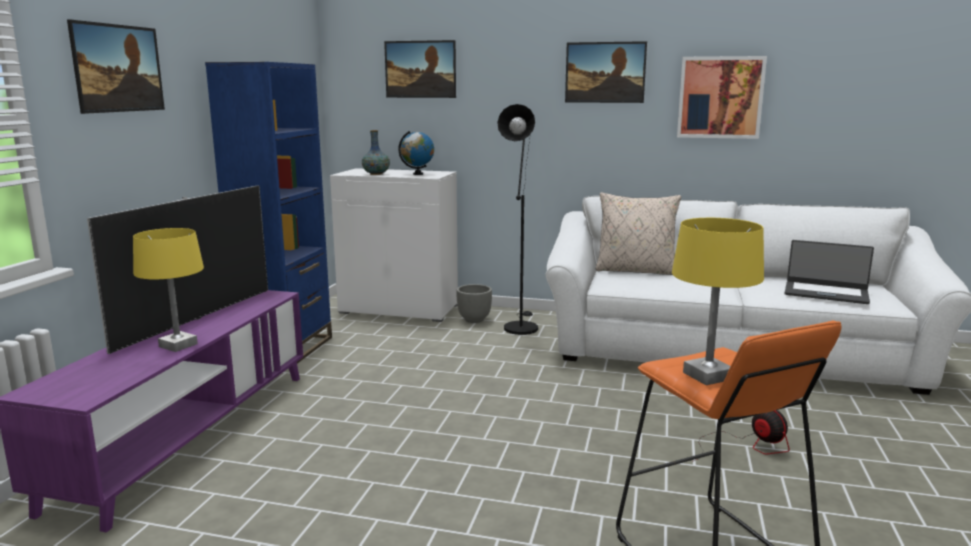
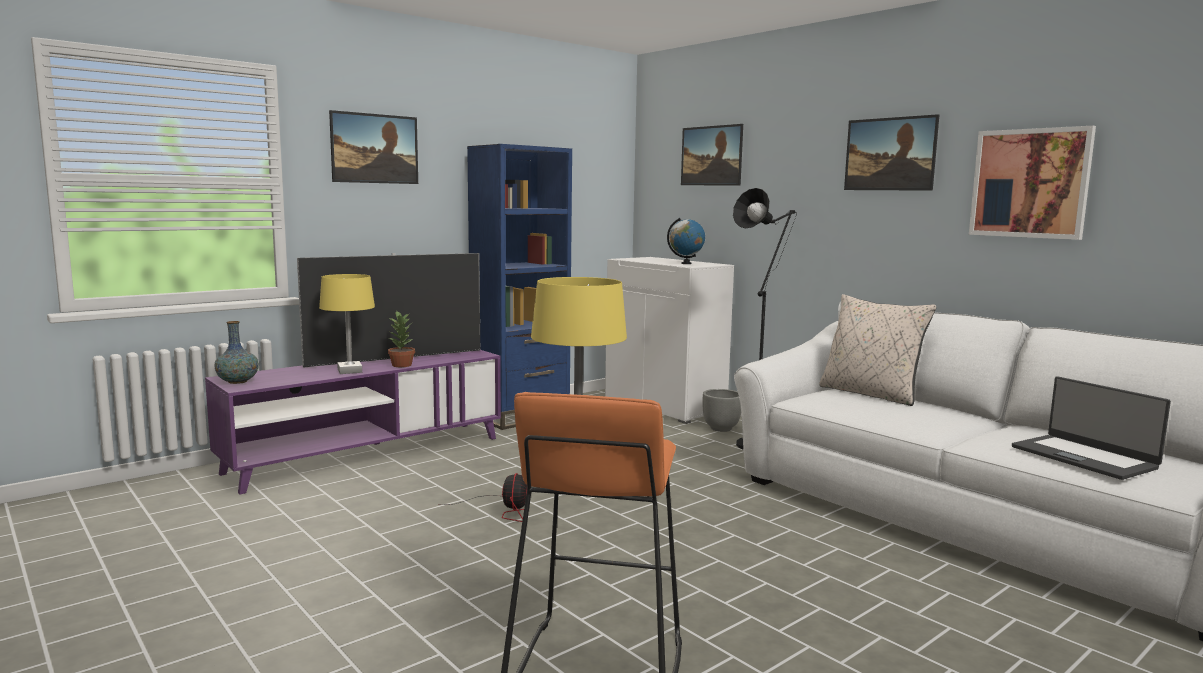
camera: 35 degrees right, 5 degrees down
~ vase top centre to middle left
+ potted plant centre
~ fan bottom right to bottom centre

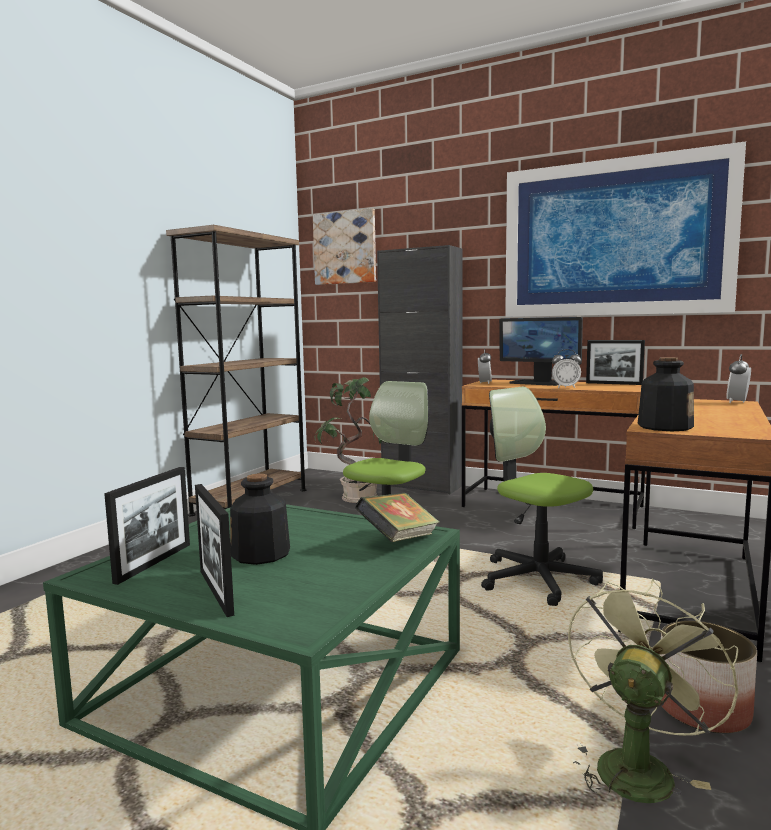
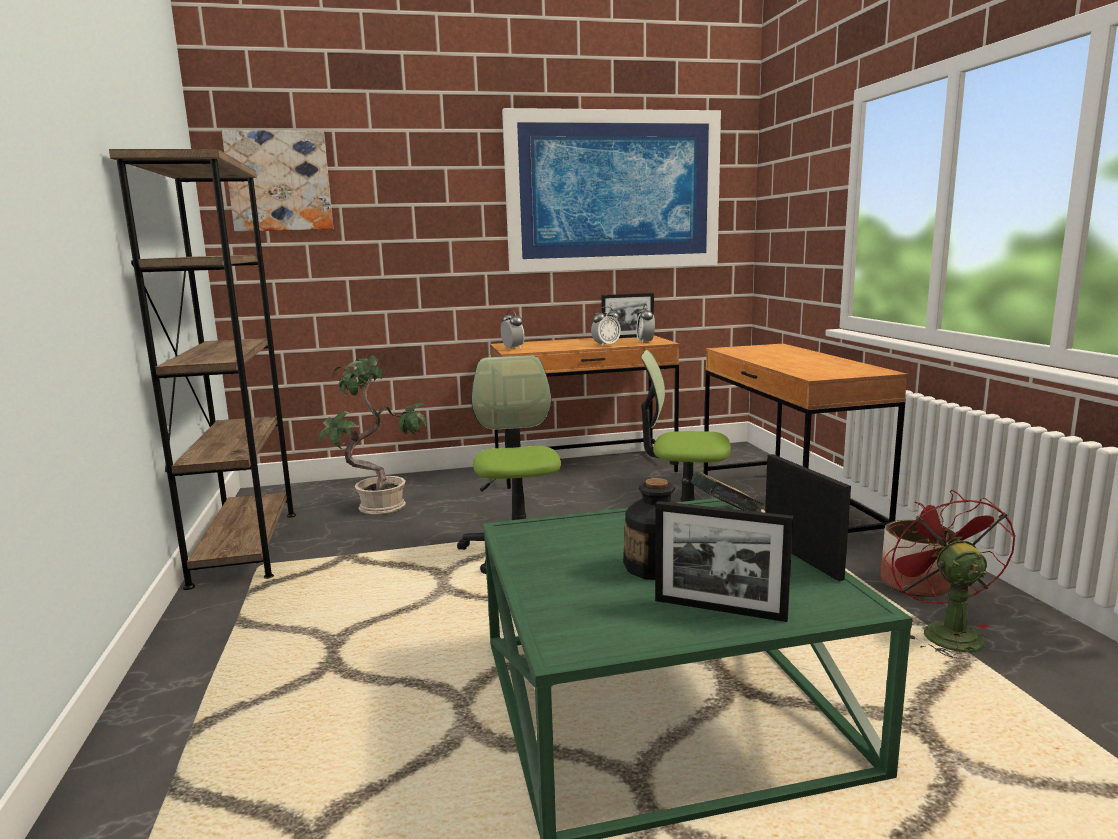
camera: 40 degrees left, 5 degrees up
~ alarm clock (3rd from left) middle right to centre
~ picture frame (1st from left in the first image) middle left to picture frame (3rd from left) middle right
~ fan/green bottom right to fan/red bottom right
- cabinet/black centre
- monitor middle right
- bottle (2nd from left) middle right

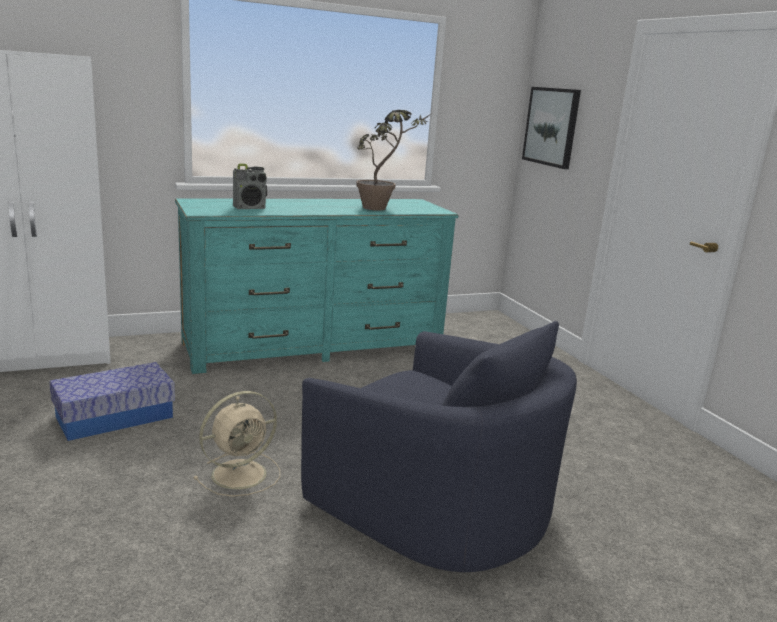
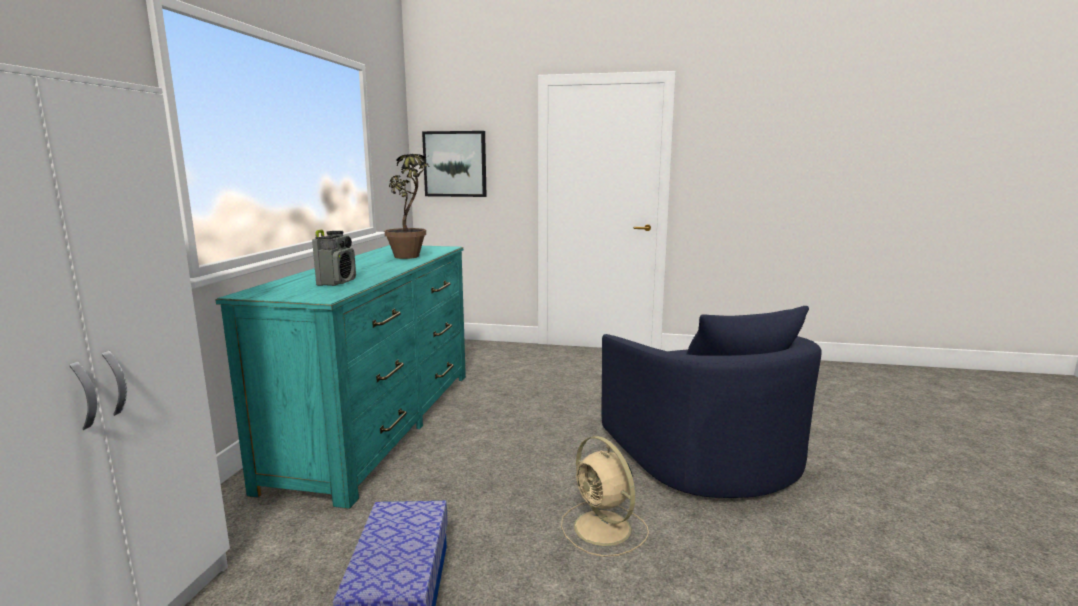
camera: 55 degrees left, 5 degrees down
~ fan/beige bottom left = bottom centre 150 degrees clockwise
~ armchair/blue bottom centre = centre 90 degrees clockwise

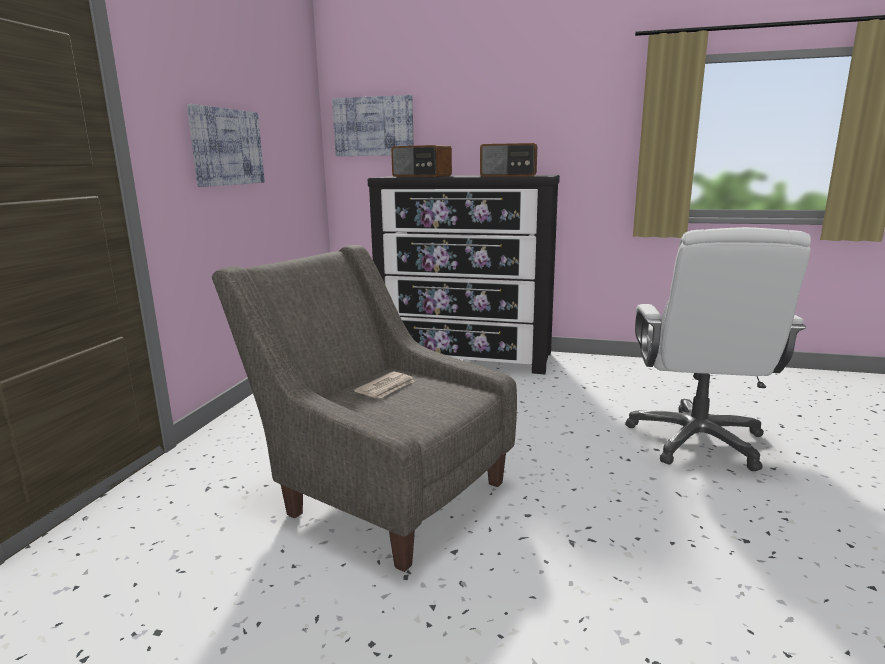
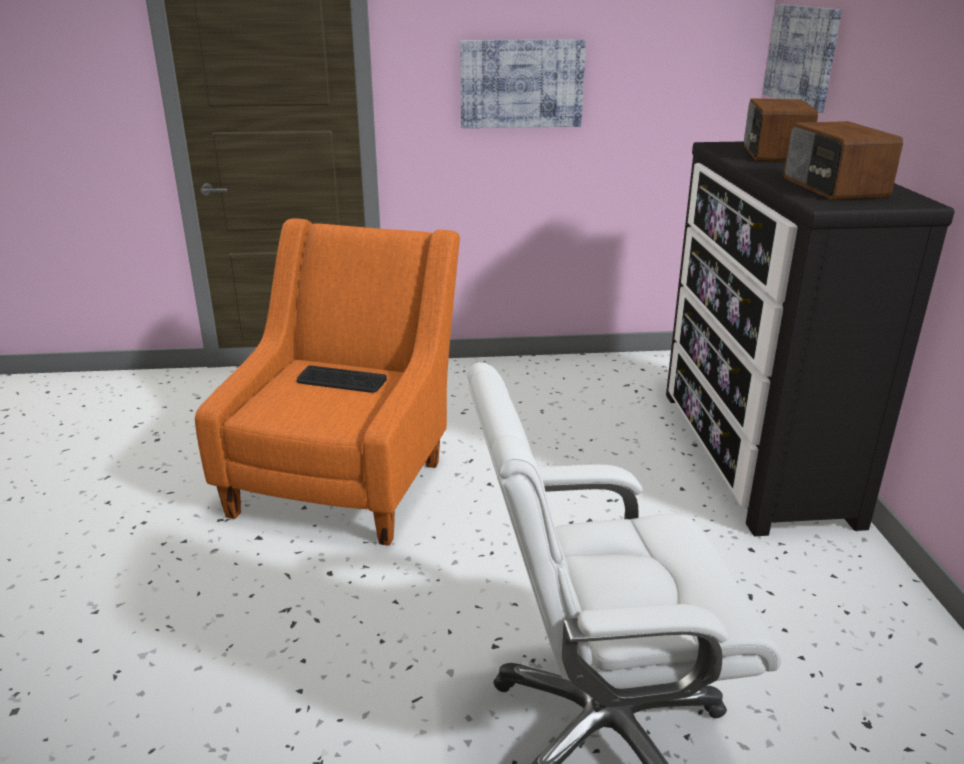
camera: 70 degrees right, 10 degrees up
~ armchair/grey centre to armchair/orange centre
~ newspaper centre to keyboard centre

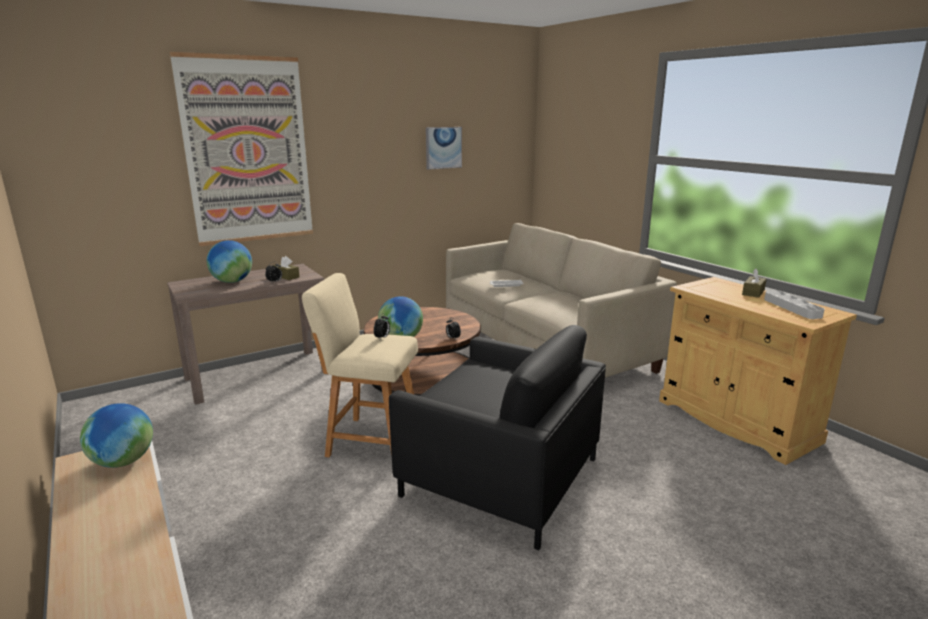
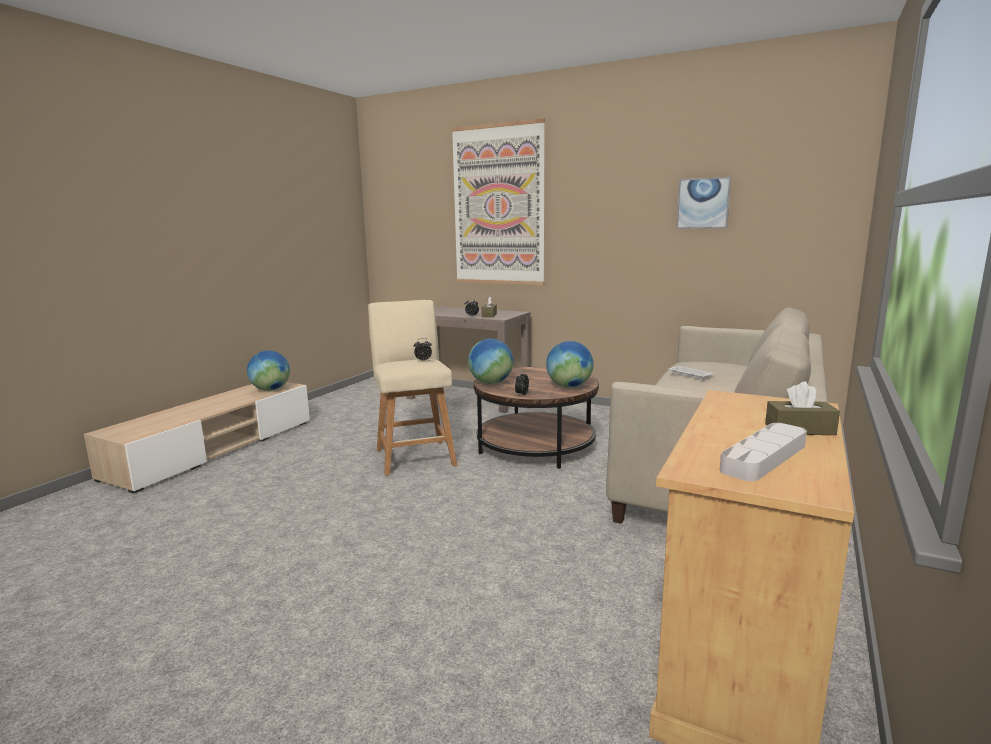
camera: 60 degrees right, 5 degrees down
~ globe (2nd from left in the first image) middle left to globe (3rd from left) centre
- armchair/black bottom centre

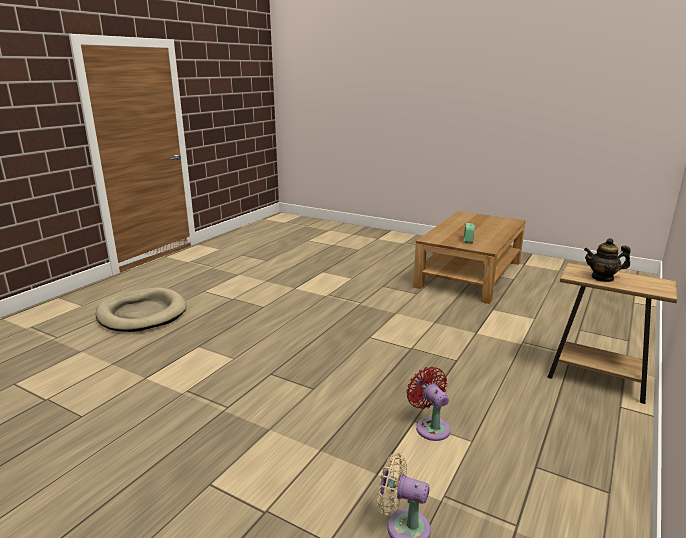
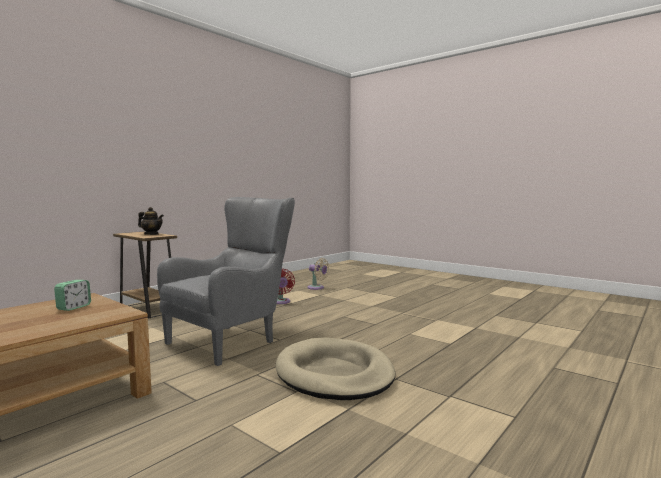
camera: 170 degrees left, 15 degrees down
+ armchair/grey centre
~ dog bed/beige middle left to bottom centre

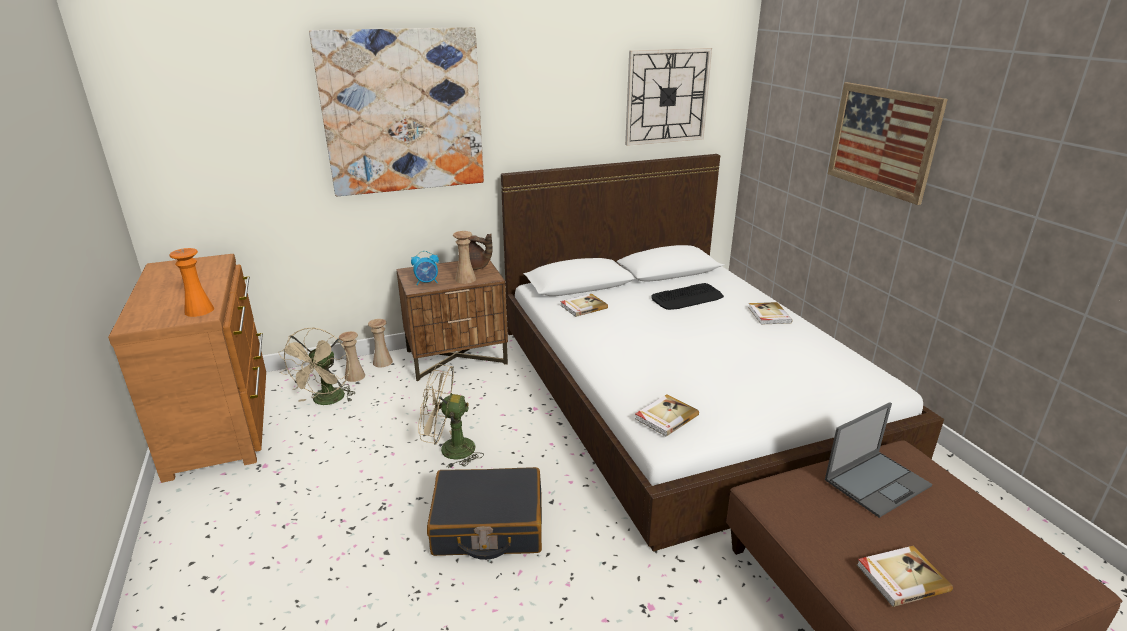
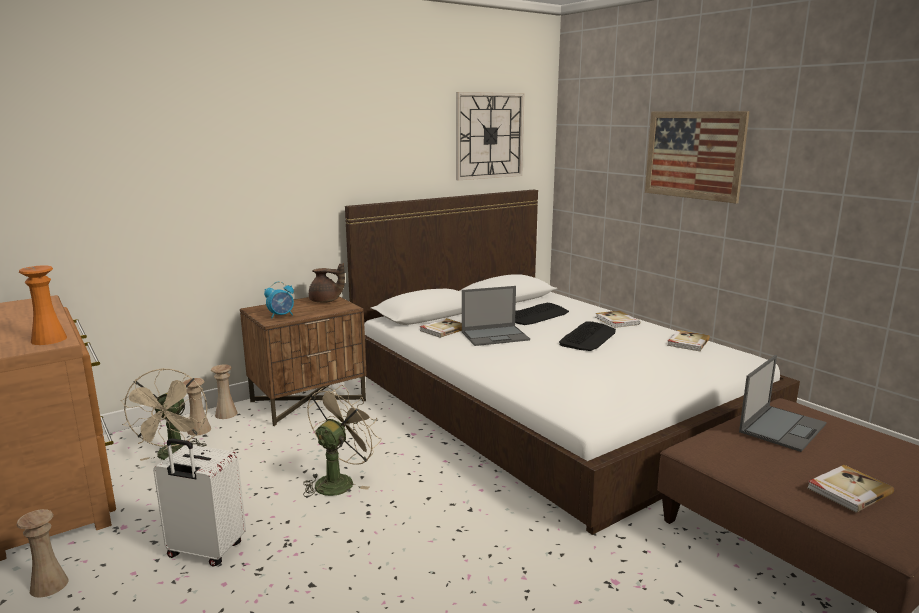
camera: 15 degrees left, 10 degrees down
~ vase/beige (3rd from left in the first image) centre to vase/beige (1st from left) bottom left
+ suitcase/white bottom left
~ fan/beige (2nd from left) centre = bottom centre 135 degrees clockwise
+ laptop (1st from left) centre
+ keyboard (2nd from left) centre
~ book (2nd from left in the first image) centre to book (3rd from left) middle right
- picture (1st from left) top centre
- suitcase/black bottom centre

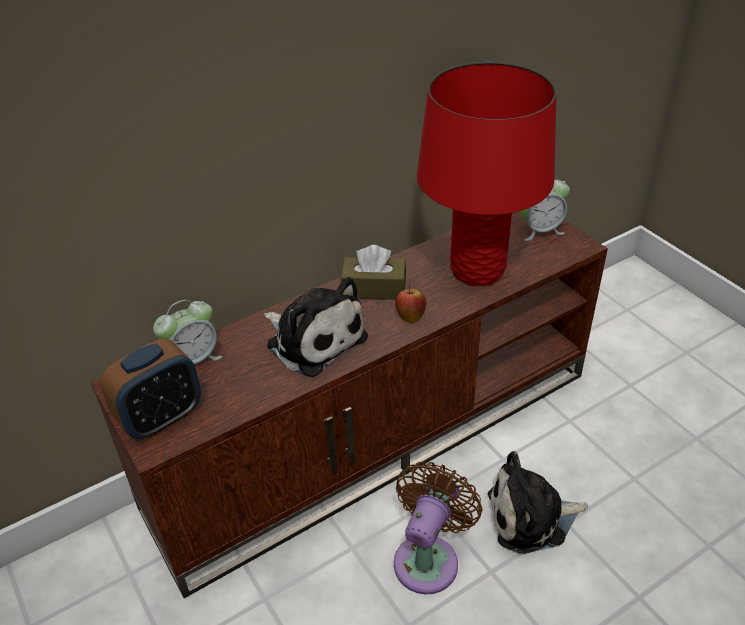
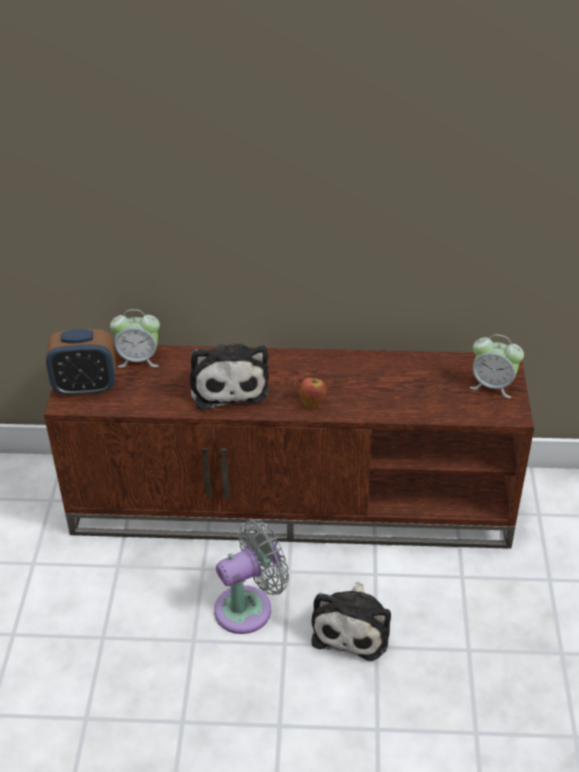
camera: 35 degrees right, 0 degrees up
~ fan/brown bottom centre to fan/grey bottom centre
~ plush toy (2nd from left) bottom right = bottom centre 105 degrees counterclockwise
- tissue box/brown centre
- table lamp/red top centre

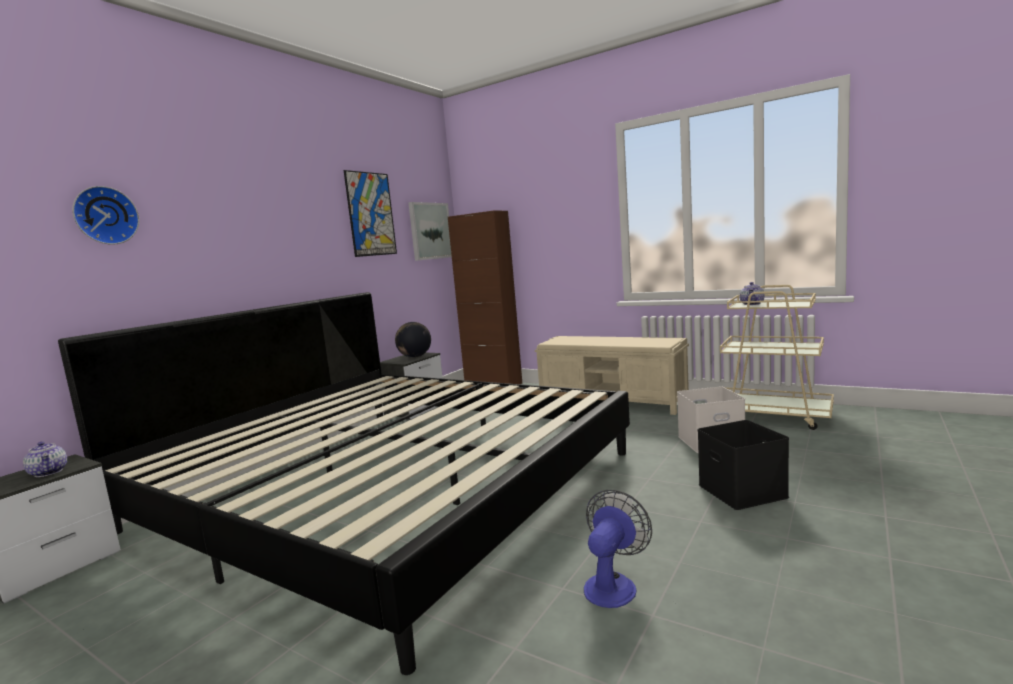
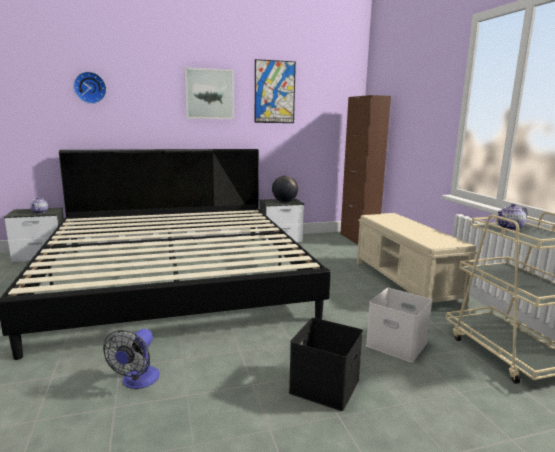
camera: 40 degrees right, 5 degrees up
~ fan bottom centre = bottom left 120 degrees clockwise
~ picture (2nd from left in the first image) centre to picture (1st from left) top centre

